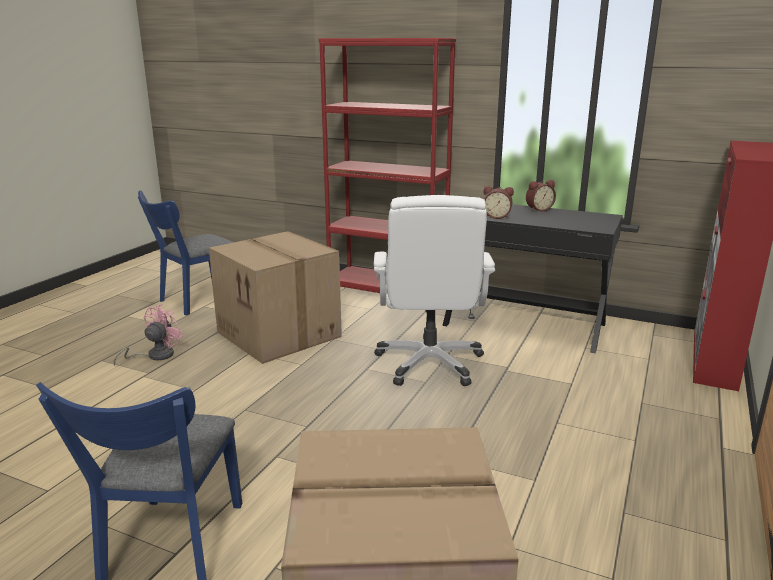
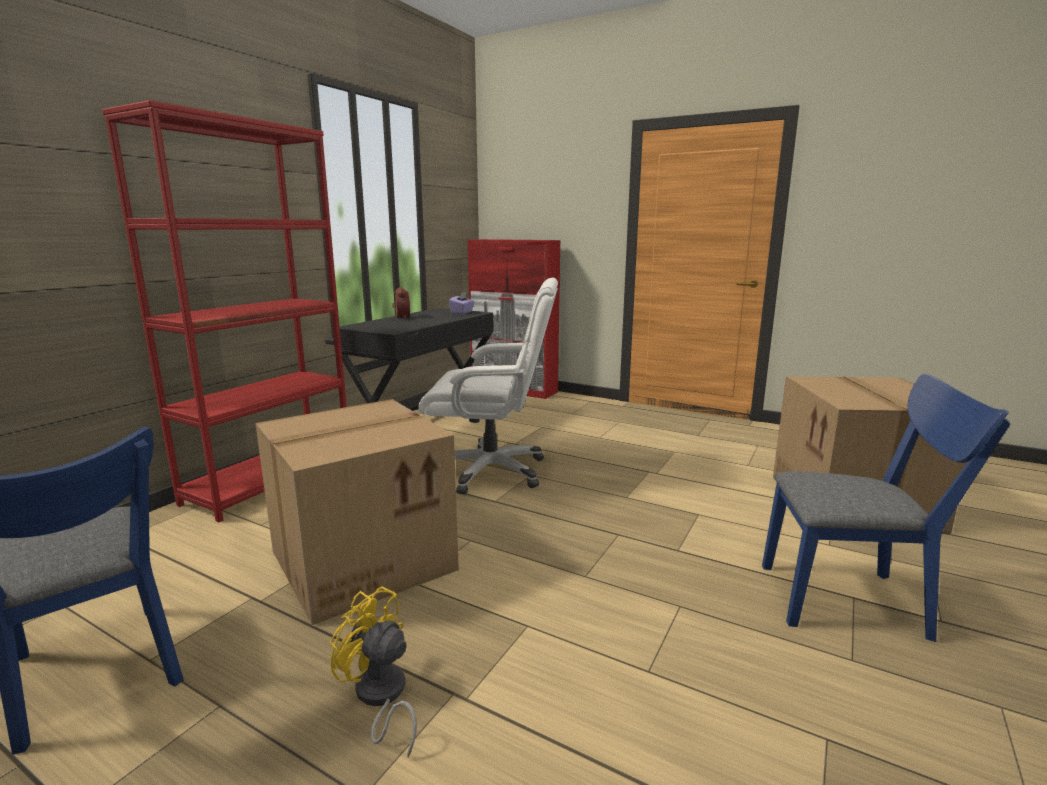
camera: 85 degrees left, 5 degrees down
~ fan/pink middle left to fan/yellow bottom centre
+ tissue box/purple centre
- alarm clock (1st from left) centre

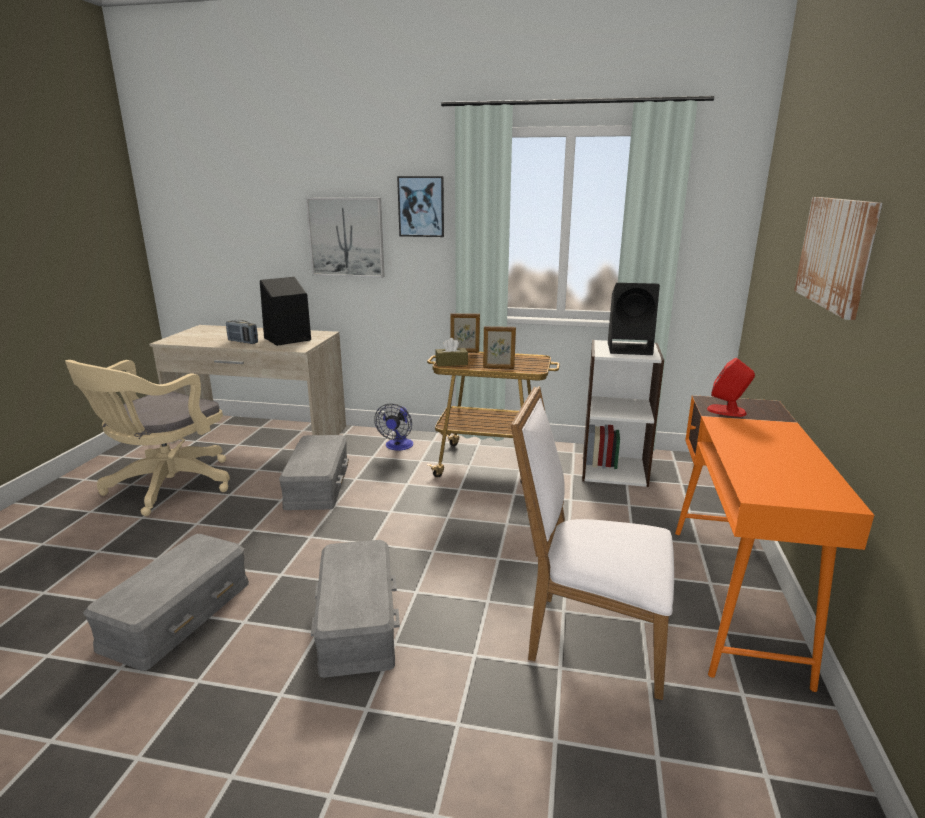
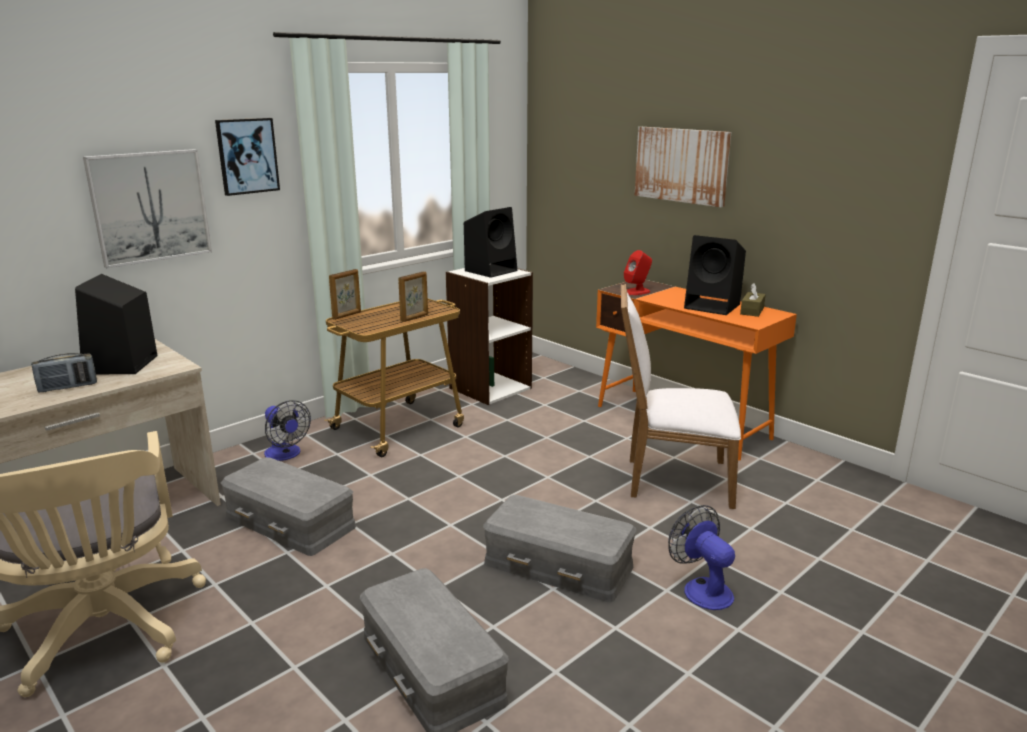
camera: 55 degrees left, 0 degrees up
~ chair/white centre = centre 45 degrees clockwise
+ fan (2nd from left) bottom right
+ speaker/black (3rd from left) middle right
~ tissue box/brown centre to middle right

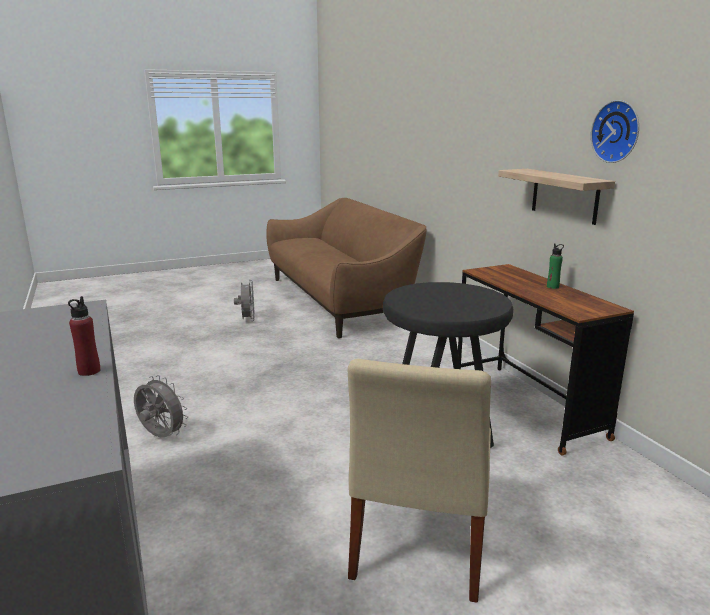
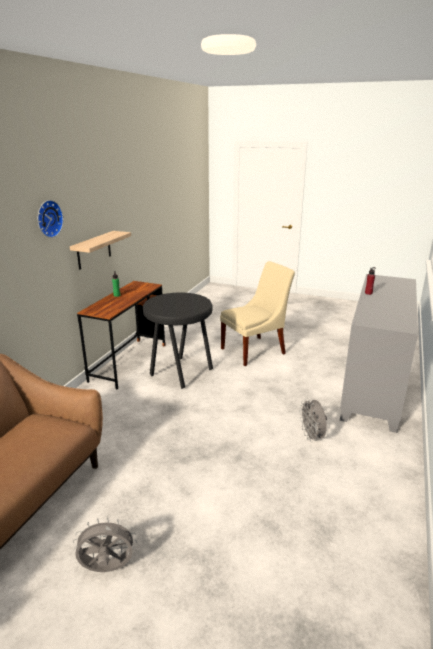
camera: 135 degrees left, 5 degrees up
~ wall clock top right to middle left
~ fan/grey (2nd from left in the first image) centre = bottom left 45 degrees clockwise

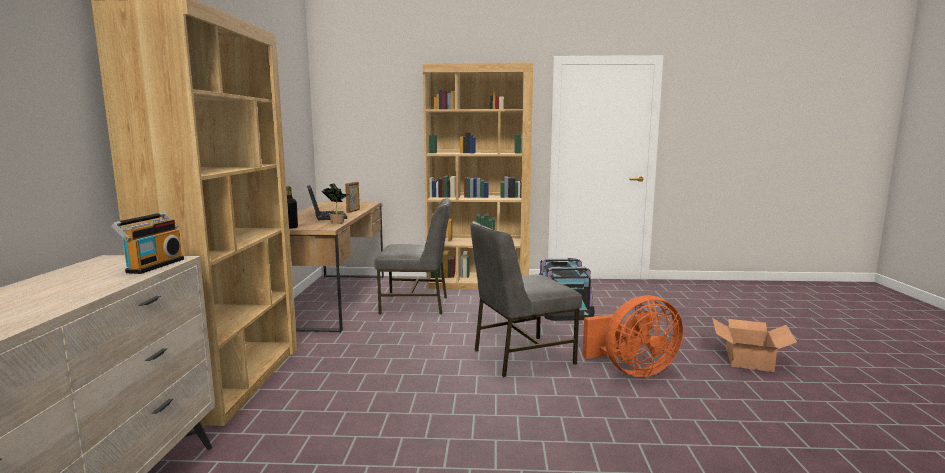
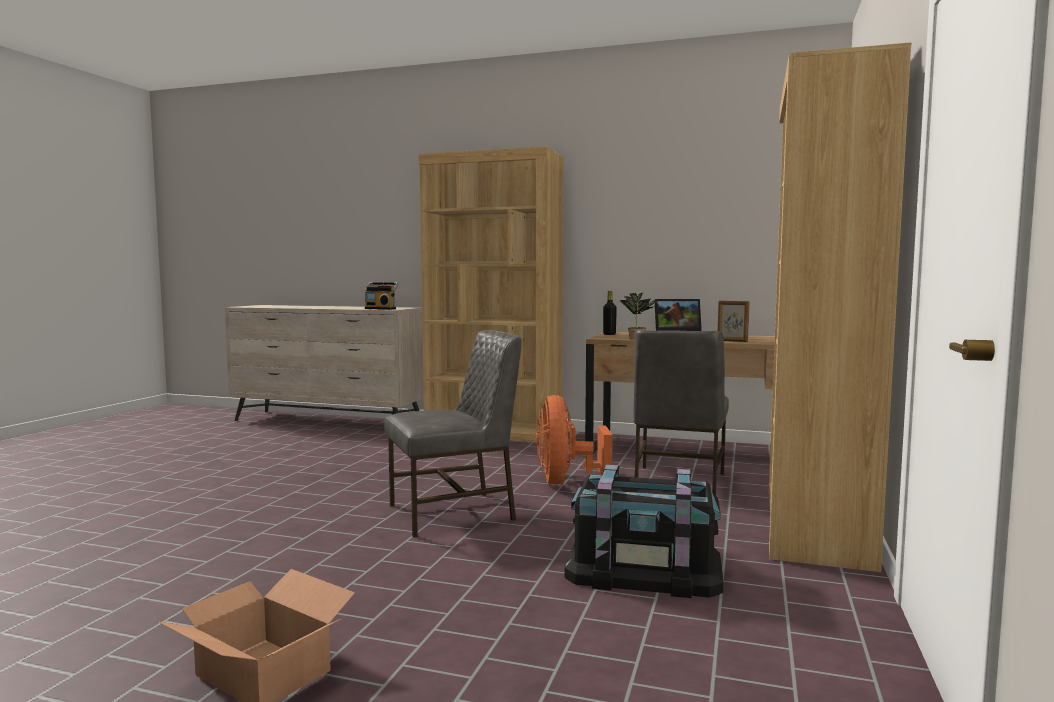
camera: 105 degrees right, 5 degrees down
~ chair/grey (2nd from left in the first image) centre = centre 75 degrees clockwise
~ fan/orange bottom right to centre

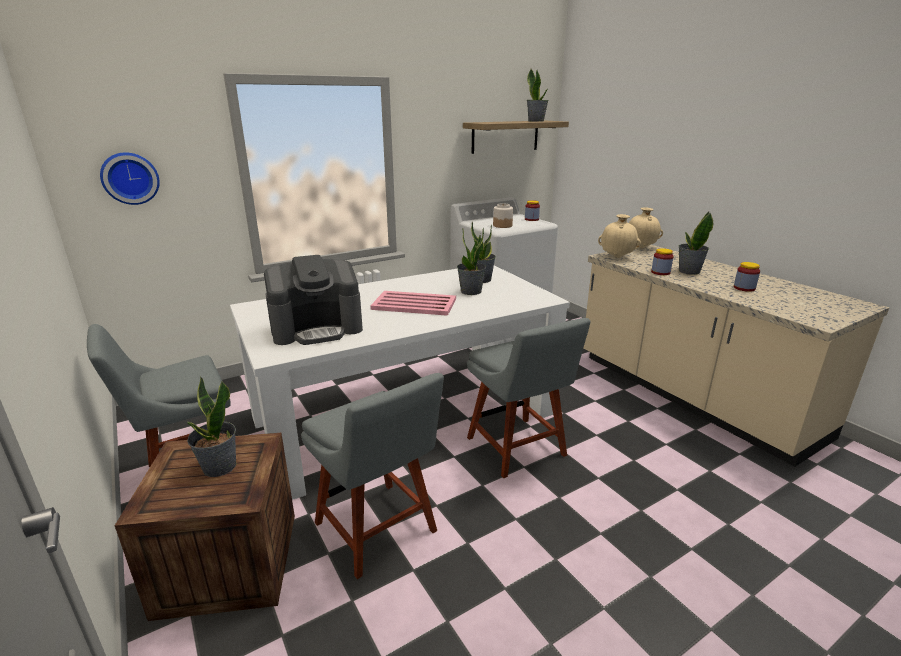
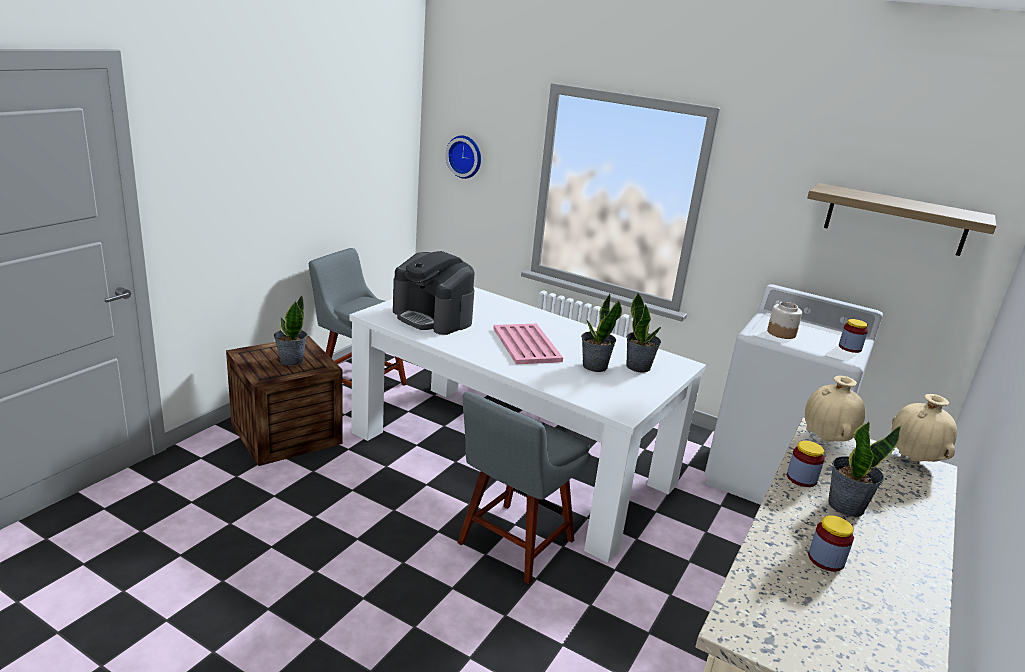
camera: 60 degrees right, 0 degrees up
- chair/grey (2nd from left) bottom centre
- potted plant (4th from left) top centre

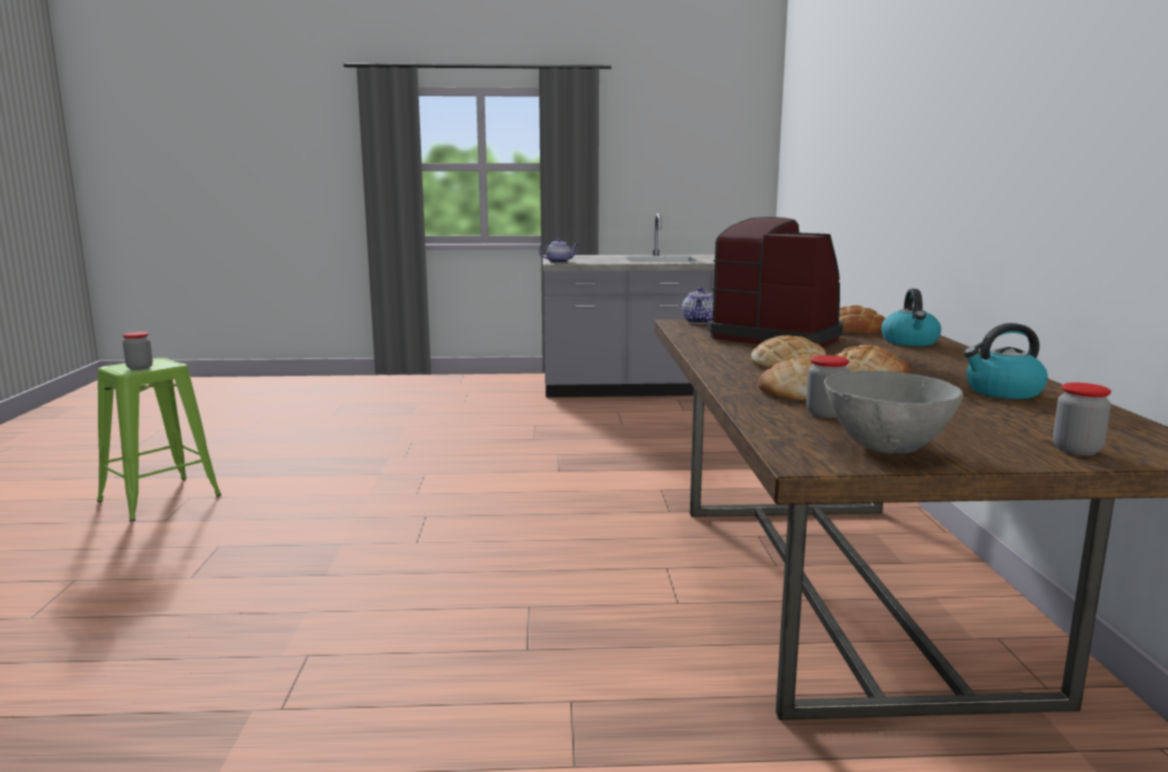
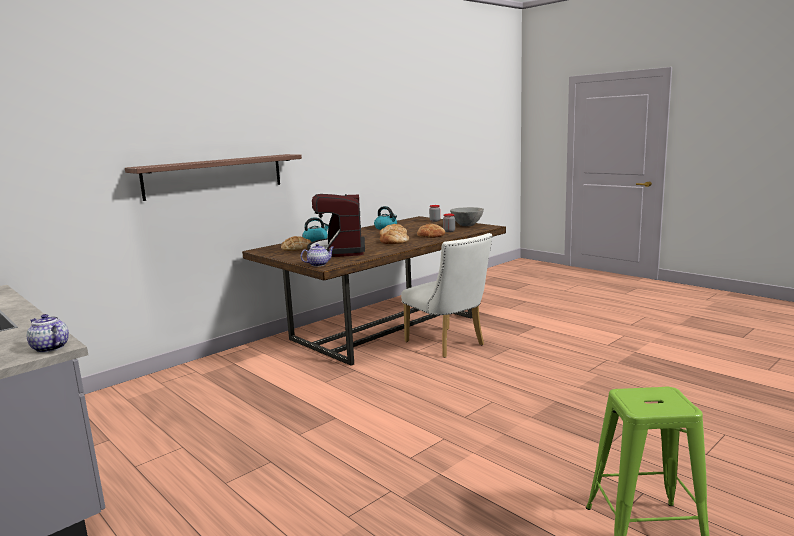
camera: 130 degrees left, 0 degrees up
+ shelf top left
+ chair/white centre
- jar (1st from left) middle left

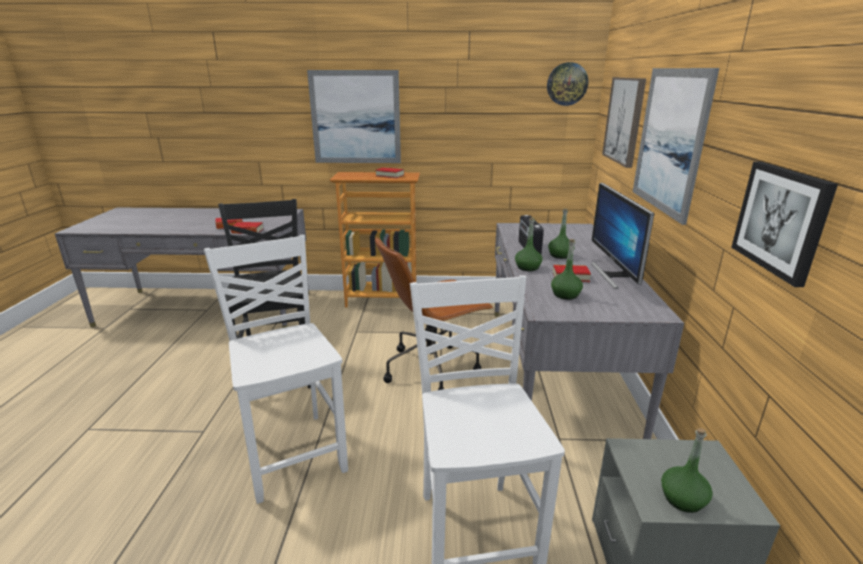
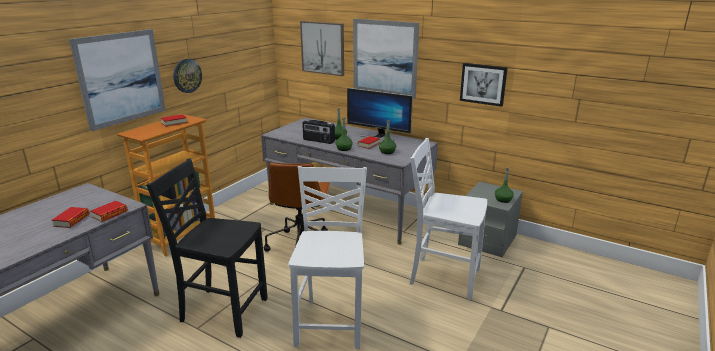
camera: 60 degrees left, 0 degrees up
~ wall clock top centre to top left
~ chair/white (1st from left) middle left = bottom centre 90 degrees clockwise

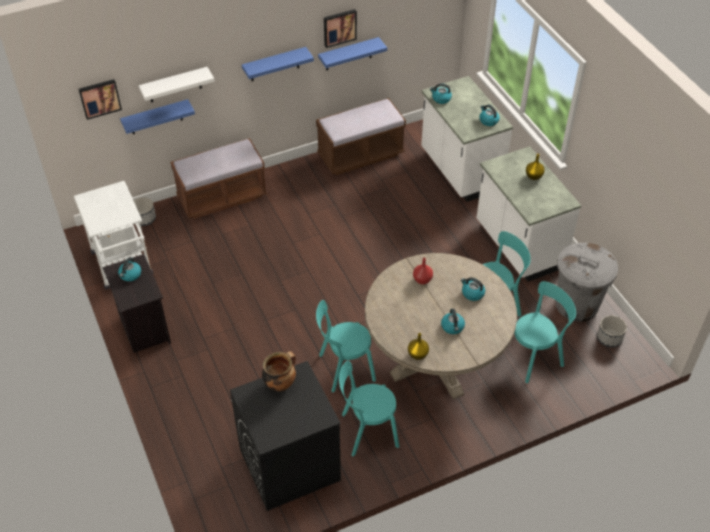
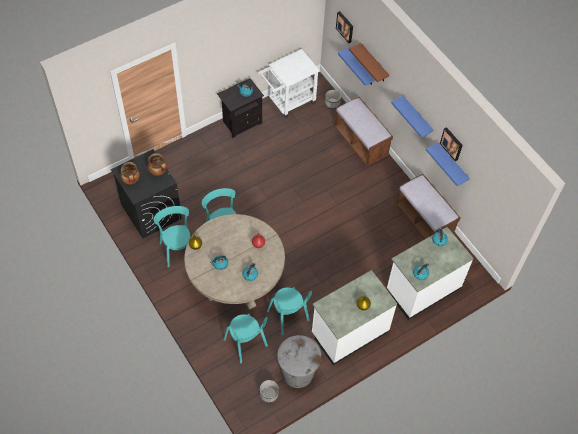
camera: 80 degrees right, 10 degrees up
+ cooking pot (1st from left) middle left
~ shelf/white top left to shelf/brown top centre

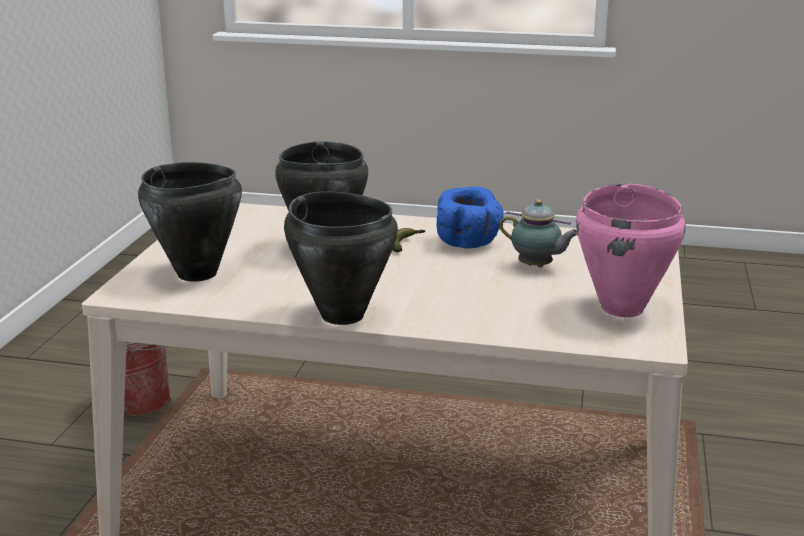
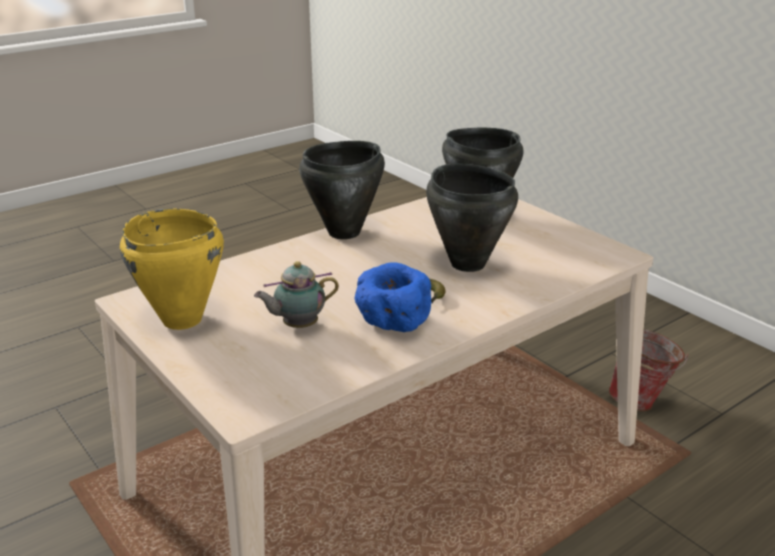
camera: 130 degrees right, 5 degrees up
~ cooking pot/pink middle right to cooking pot/yellow middle left

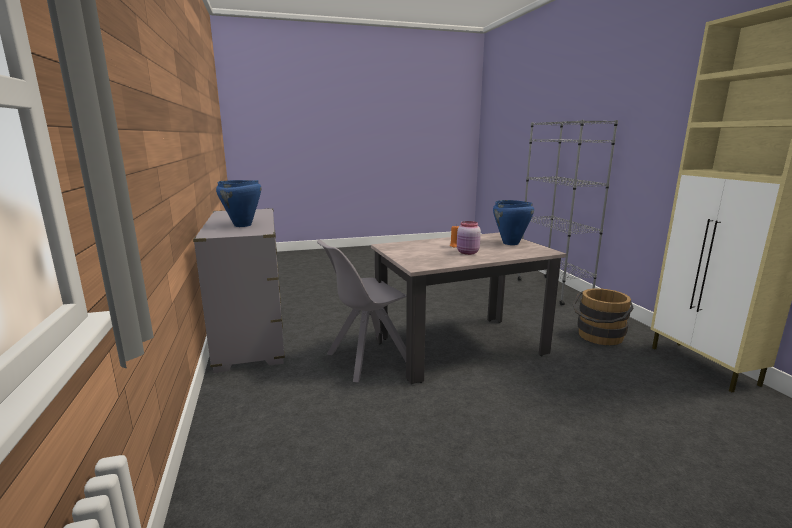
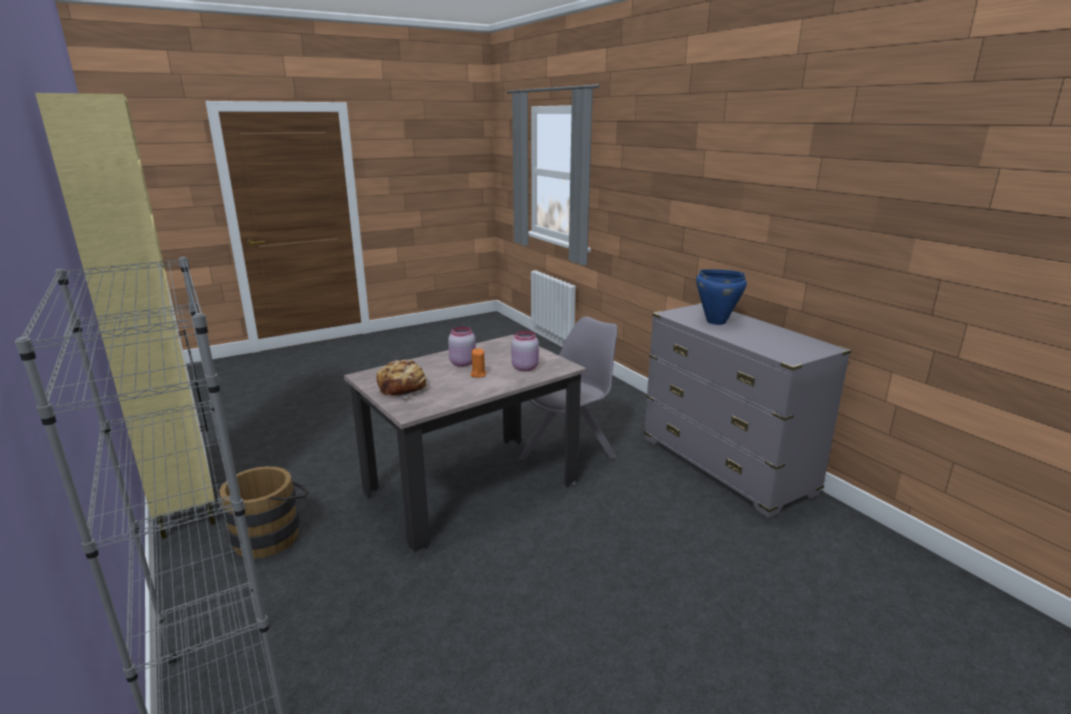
camera: 165 degrees right, 5 degrees up
~ cooking pot/blue (2nd from left) centre to bread centre
+ jar/pink (2nd from left) centre

